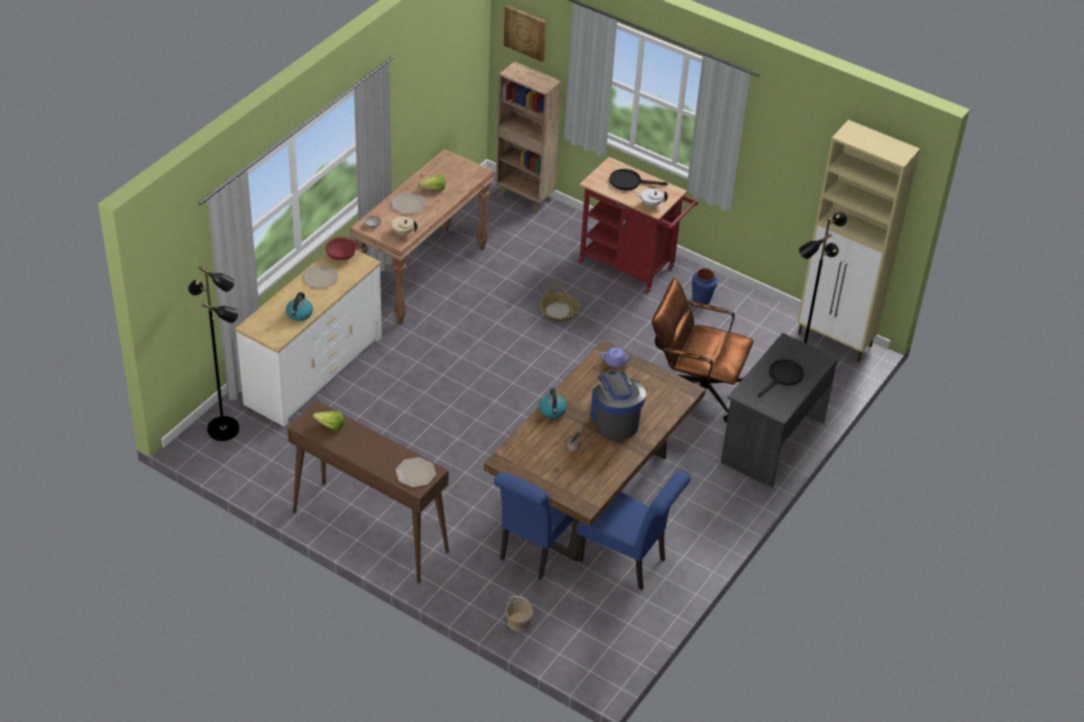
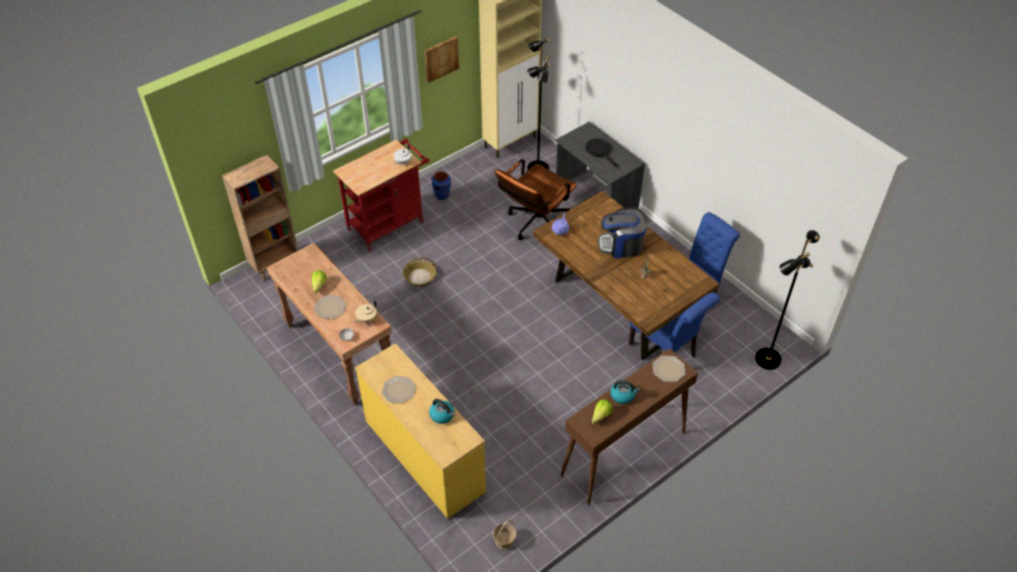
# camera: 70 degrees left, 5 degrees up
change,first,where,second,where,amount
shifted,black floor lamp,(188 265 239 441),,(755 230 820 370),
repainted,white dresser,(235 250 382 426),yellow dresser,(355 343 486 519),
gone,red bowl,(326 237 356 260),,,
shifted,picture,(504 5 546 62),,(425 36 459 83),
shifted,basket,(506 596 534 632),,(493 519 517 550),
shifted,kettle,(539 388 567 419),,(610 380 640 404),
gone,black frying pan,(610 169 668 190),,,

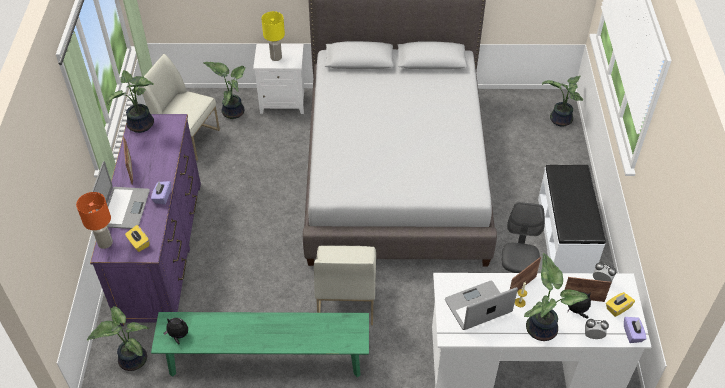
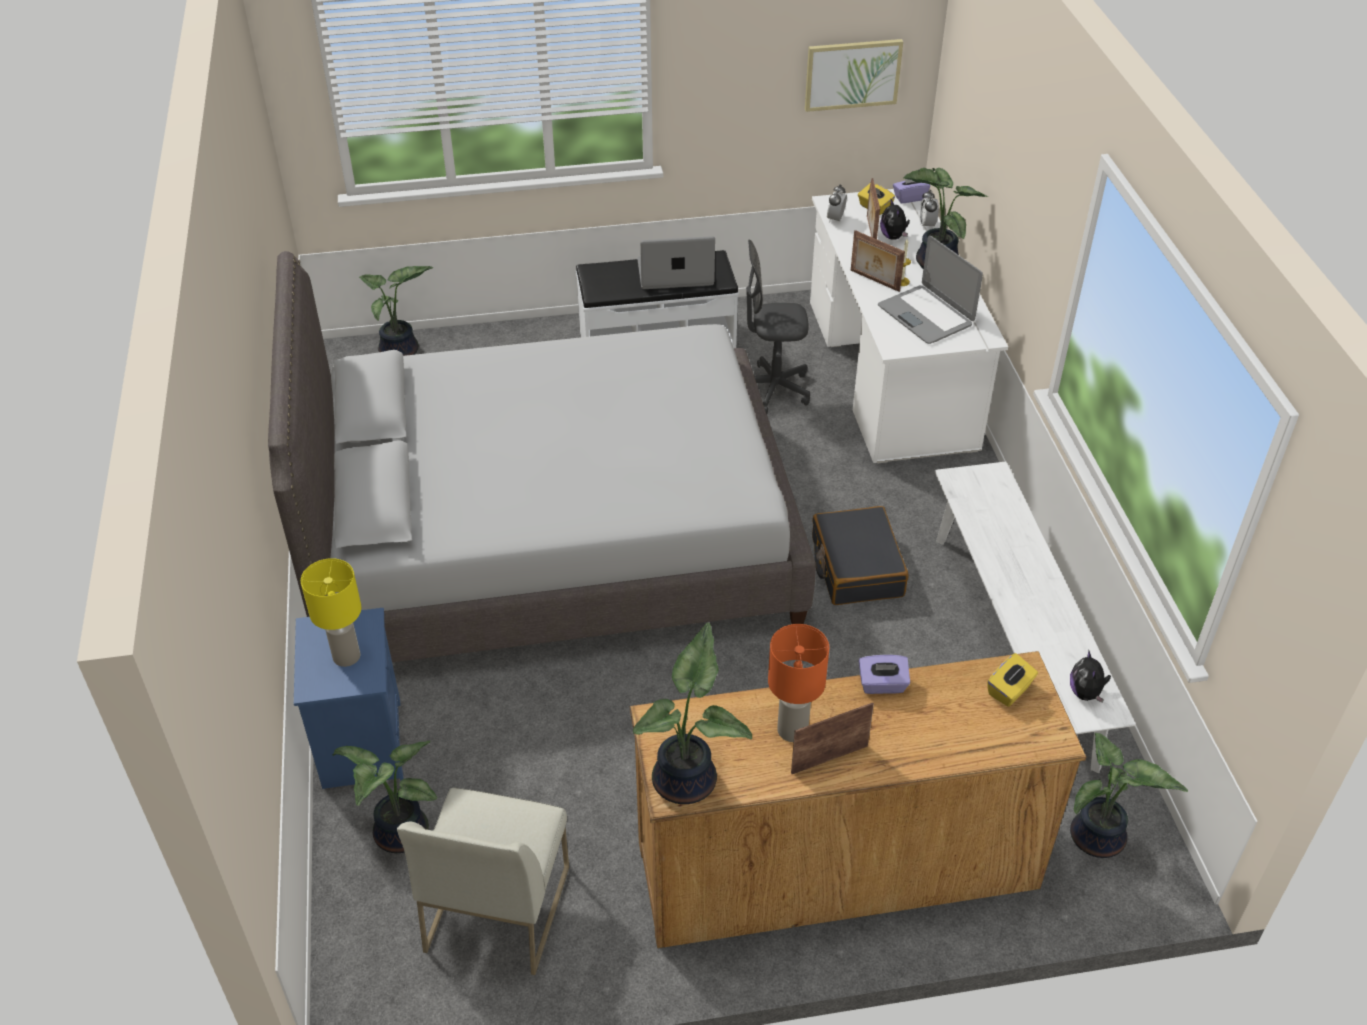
# camera: 100 degrees left, 5 degrees down
change,first,where,second,where,amount
shifted,orange table lamp,(76 192 113 249),,(768 624 829 742),
repainted,purple dresser,(90 114 201 326),brown dresser,(630 651 1086 948),
shifted,laptop,(92 161 150 229),,(637 236 715 289),
repainted,green bench,(151 312 369 377),white bench,(935 461 1136 773),
repainted,white nightstand,(253 44 304 114),blue nightstand,(294 608 403 789),
swapped,white chair,(314 245 376 325),black suitcase,(812 506 908 605),
new,,,picture,(805 39 903 112),

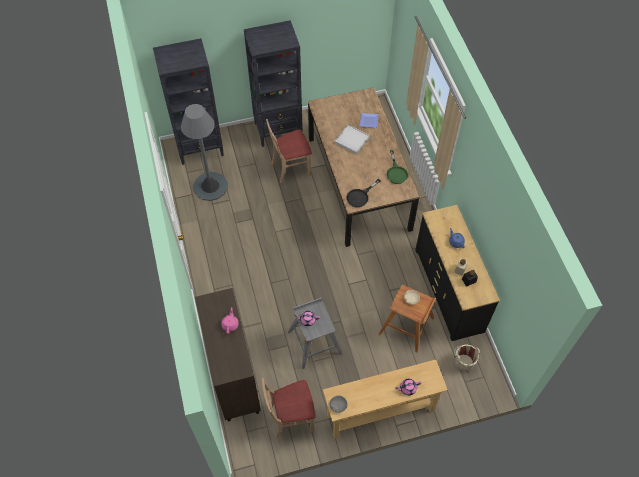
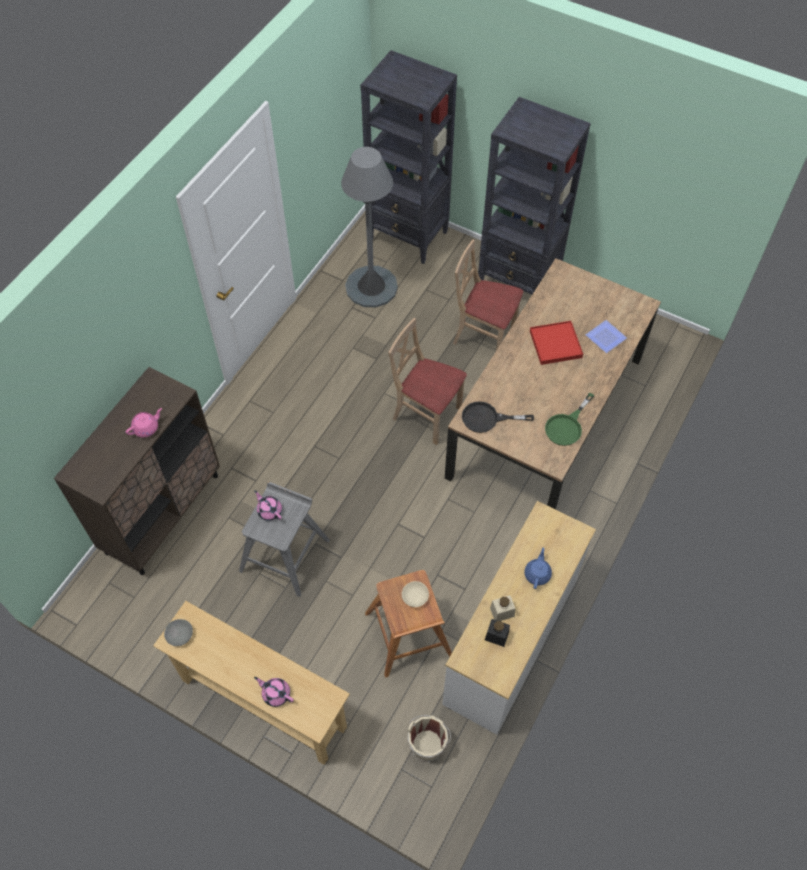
# camera: 45 degrees right, 0 degrees up
change,first,where,second,where,amount
shifted,beige chair,(262 378 316 438),,(388 318 467 445),
repainted,white tray,(334 125 370 154),red tray,(530 321 583 365),
repainted,black dresser,(415 205 500 341),white dresser,(442 501 596 735),

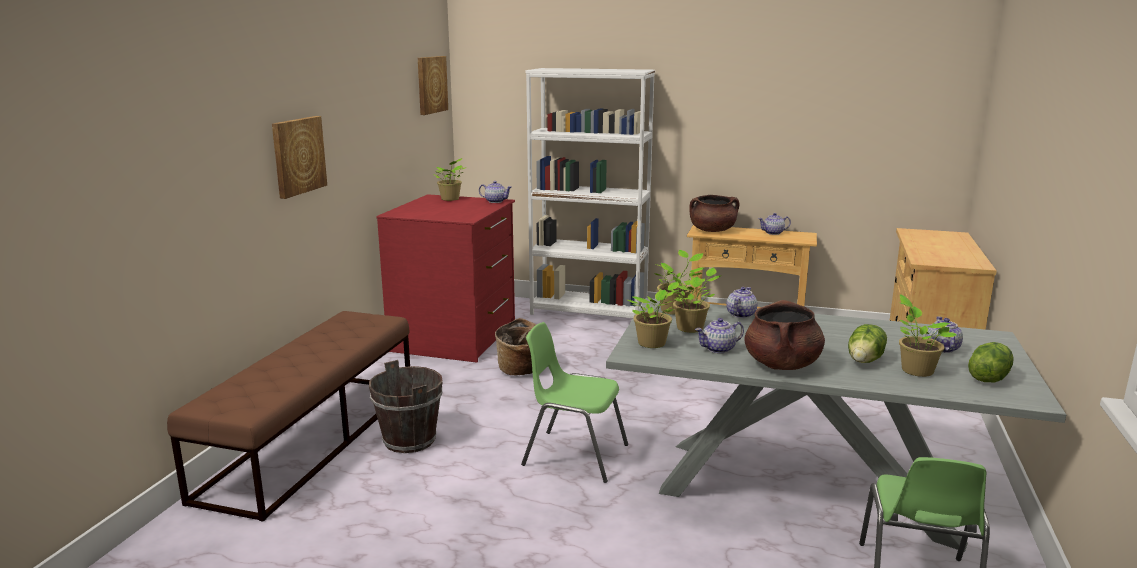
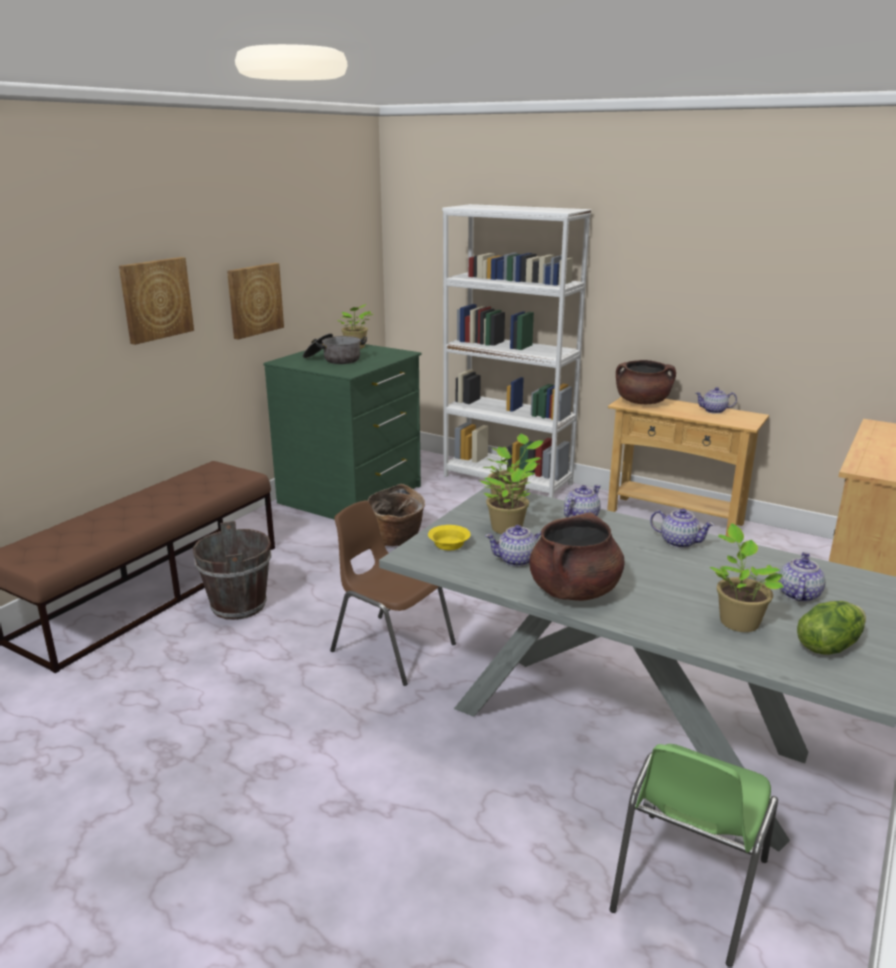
# camera: 15 degrees right, 5 degrees up
change,first,where,second,where,amount
repainted,red dresser,(376 194 515 363),green dresser,(263 344 422 519),
shifted,picture,(418 56 448 115),,(227 263 284 340),
shifted,teapot,(479 181 512 203),,(650 508 715 548),
repainted,green chair,(521 322 628 483),brown chair,(330 500 456 686),
swapped,potted plant,(628 281 679 348),yellow bowl,(428 525 471 550),
gone,lettuce,(848 324 887 363),,,
new,,,cooking pot,(303 334 367 364),

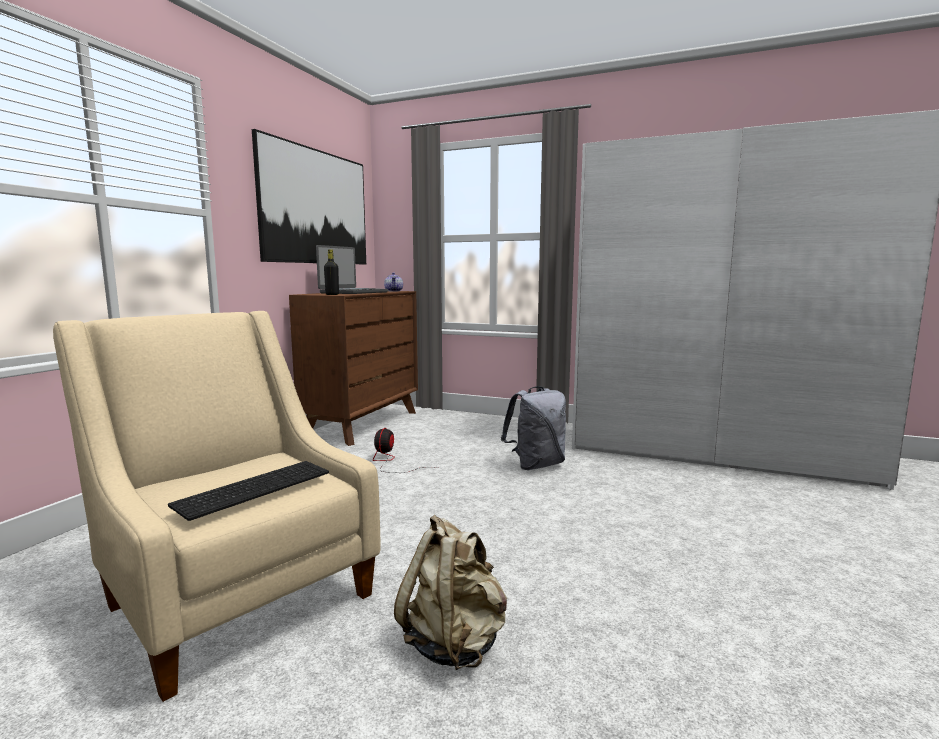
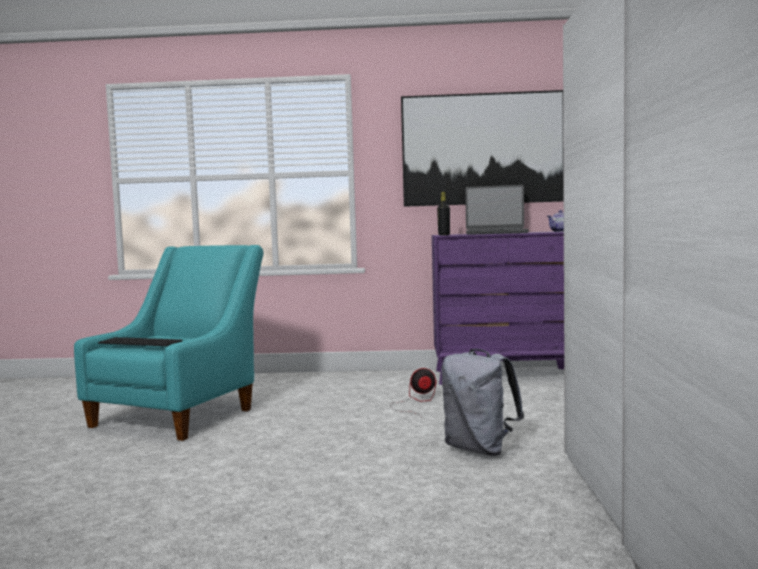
# camera: 70 degrees right, 5 degrees down
change,first,where,second,where,amount
repainted,beige armchair,(53 311 381 702),turquoise armchair,(74 245 263 441),
repainted,brown dresser,(289 291 418 446),purple dresser,(432 231 564 385),
gone,beige backpack,(394 515 507 670),,,

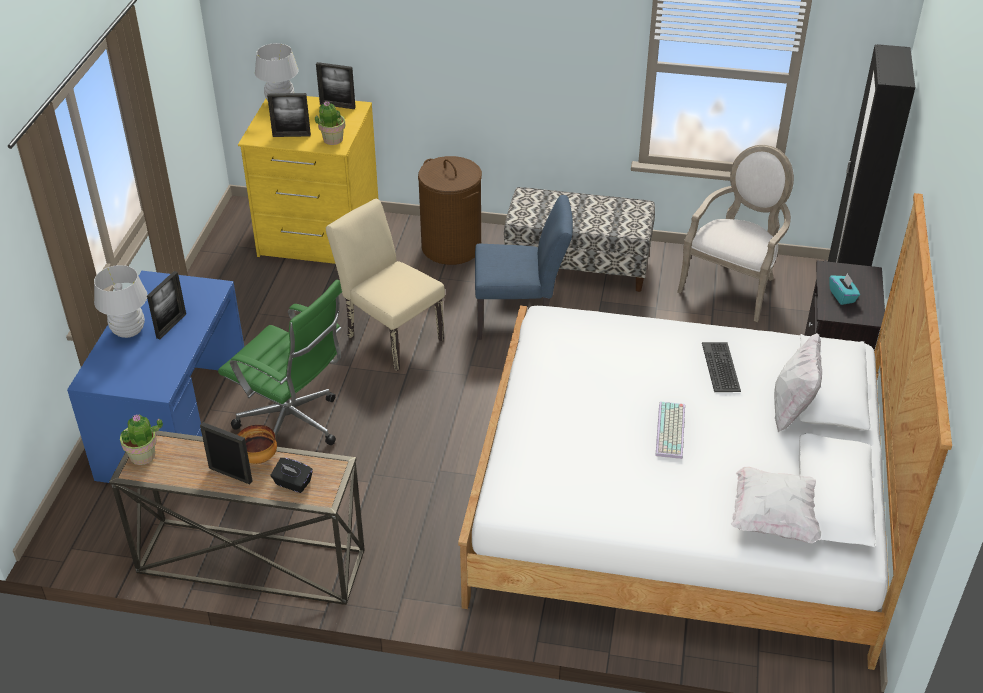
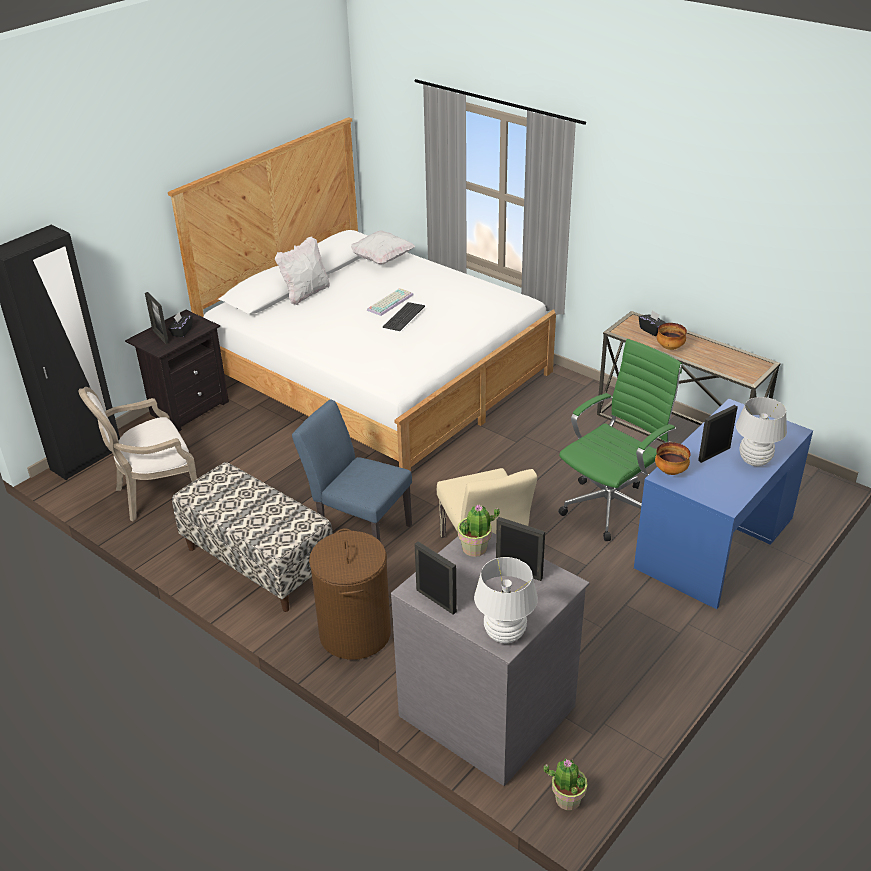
# camera: 150 degrees left, 5 degrees down
change,first,where,second,where,amount
shifted,potted plant,(120 415 163 465),,(544 758 587 810),
shifted,picture frame,(200 422 252 485),,(145 292 169 344),
rotated,green office chair,(218 279 342 445),,(558 339 682 541),75 degrees clockwise
repainted,yellow dresser,(238 96 378 264),grey dresser,(391 532 589 786),
shifted,keyboard,(702 342 741 392),,(383 302 425 331),
repainted,turquoise tissue box,(829 273 860 305),black tissue box,(168 312 192 337),
new,,,bowl,(655 442 691 475),

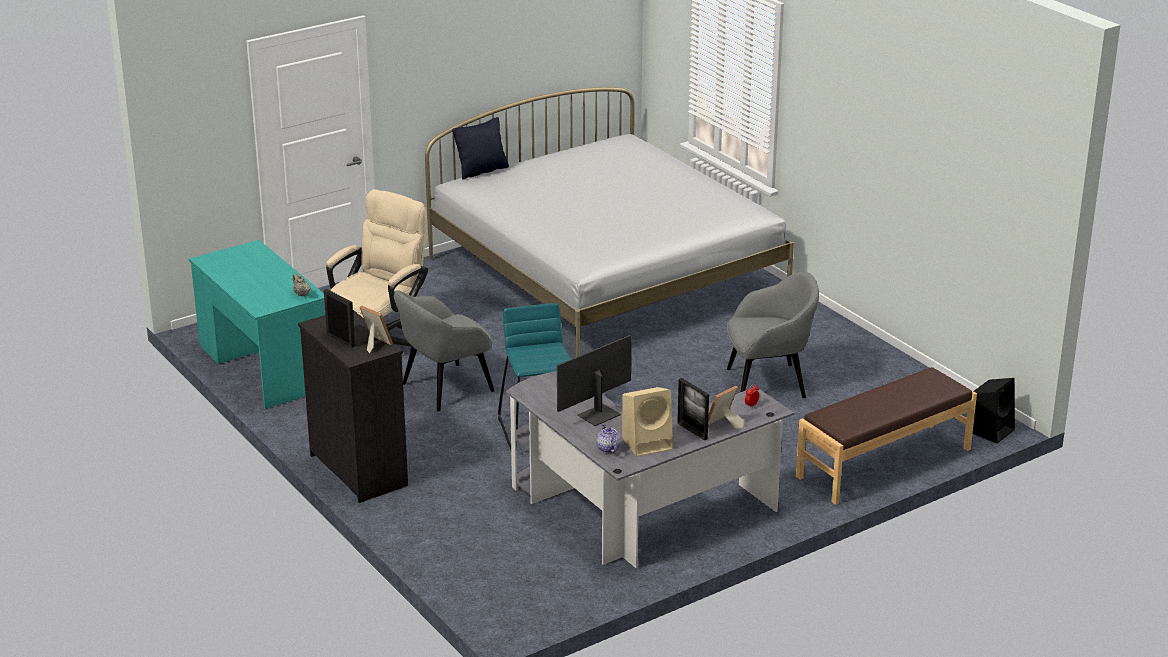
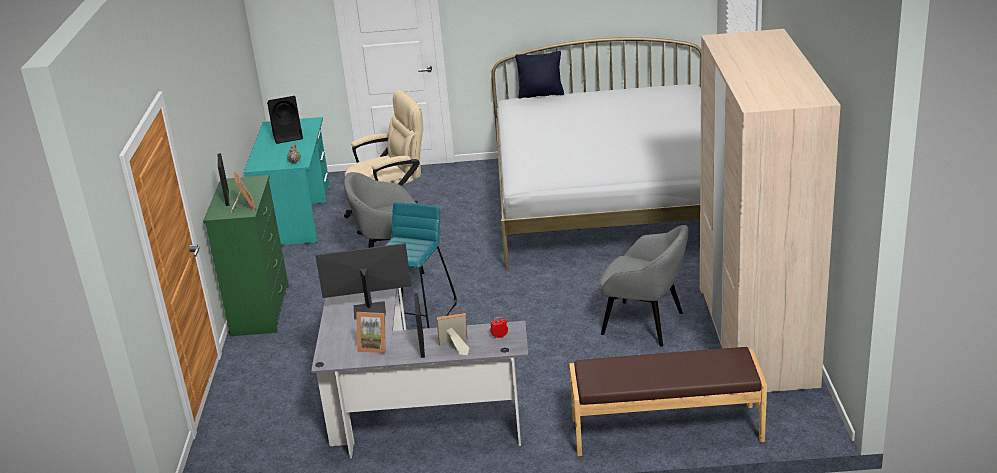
# camera: 35 degrees right, 0 degrees up
change,first,where,second,where,amount
repainted,black dresser,(298 310 408 503),green dresser,(203 175 289 336),
gone,teapot,(596 423 621 453),,,
swapped,beige speaker,(622 387 673 457),picture frame,(356 312 386 354),
shifted,black speaker,(973 378 1015 443),,(267 96 303 144),
new,,,beige wardrobe,(700 29 841 392),

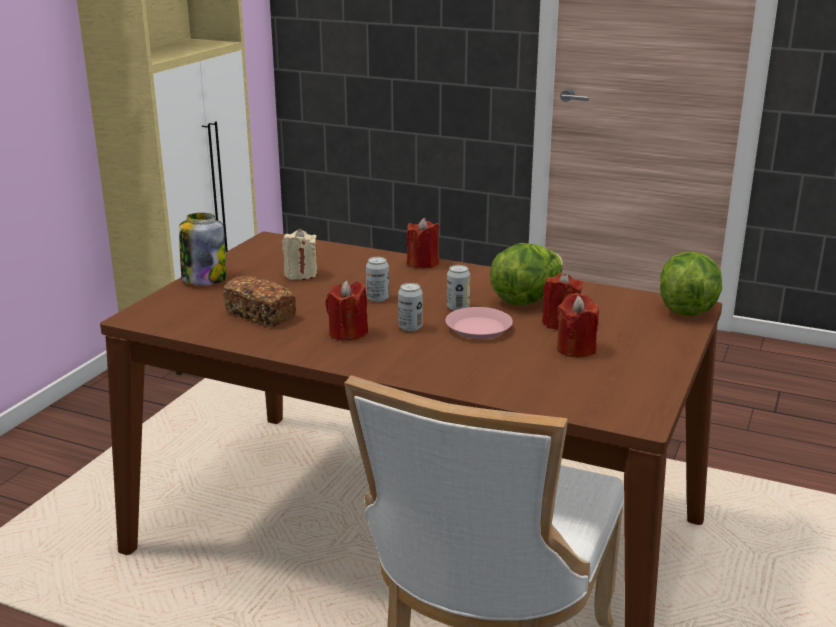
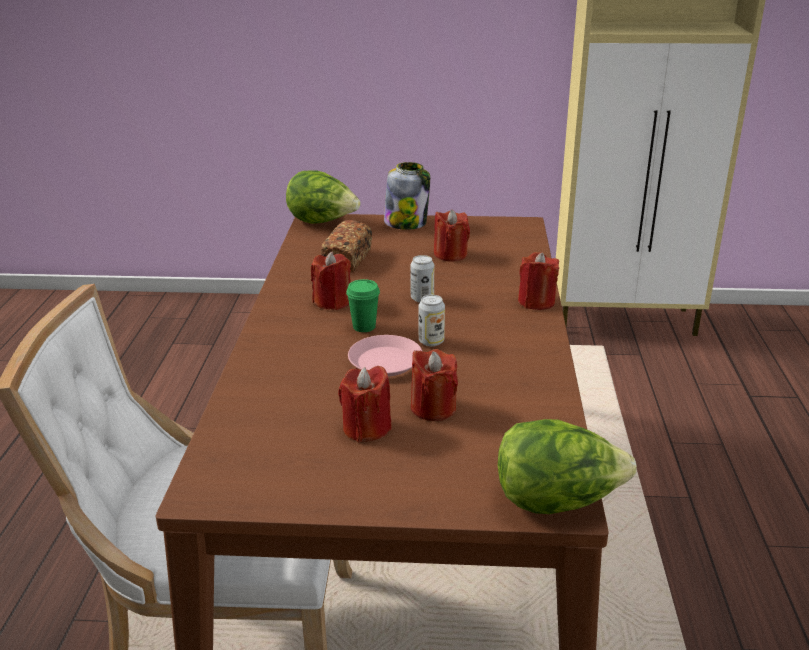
# camera: 70 degrees right, 5 degrees up
change,first,where,second,where,amount
repainted,beige candle,(282 229 317 280),red candle,(434 210 470 261),
swapped,can,(398 283 423 331),green cup,(346 279 380 332),
shifted,lettuce,(490 243 563 305),,(286 170 361 224),

